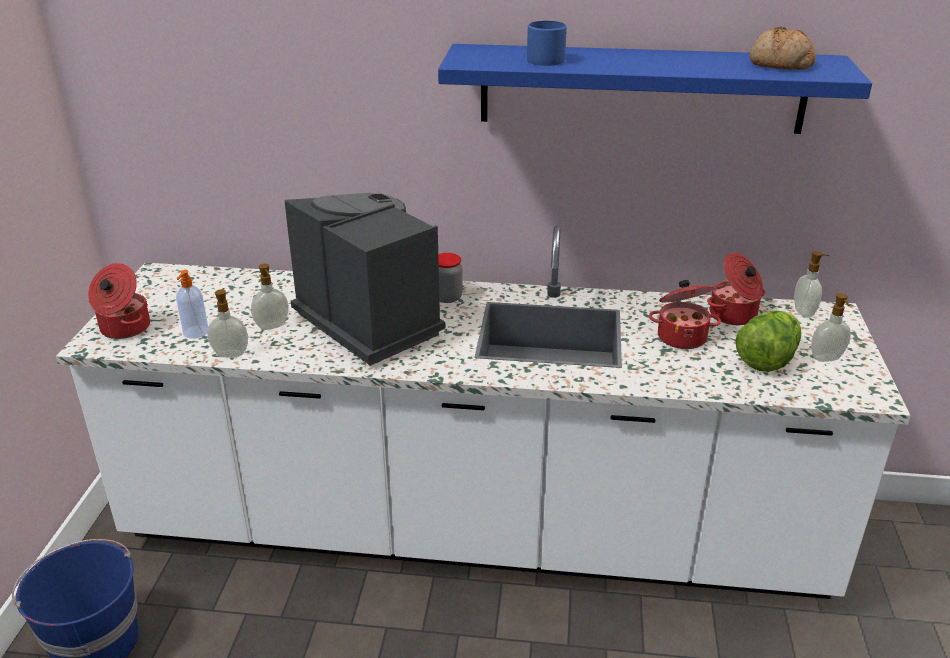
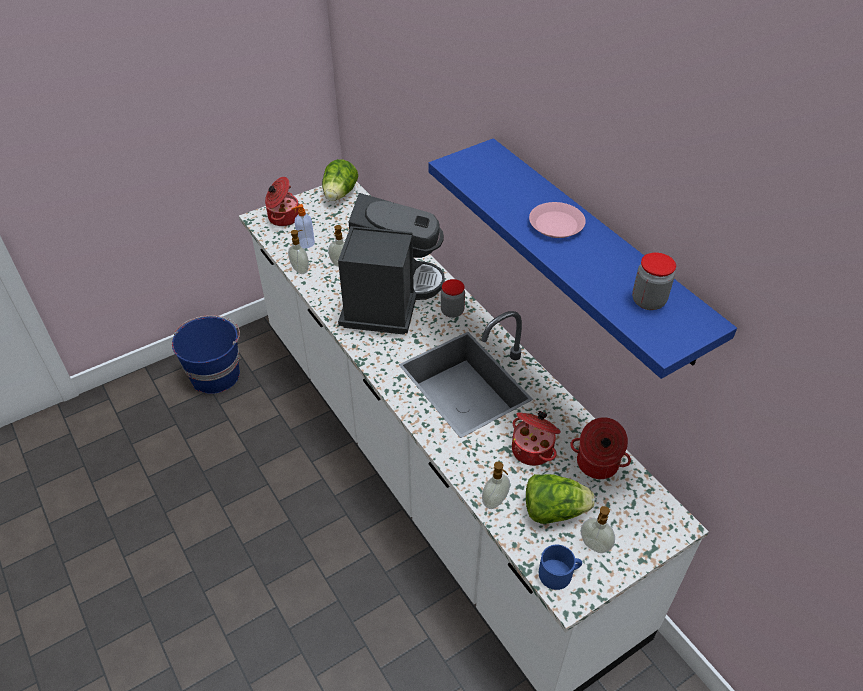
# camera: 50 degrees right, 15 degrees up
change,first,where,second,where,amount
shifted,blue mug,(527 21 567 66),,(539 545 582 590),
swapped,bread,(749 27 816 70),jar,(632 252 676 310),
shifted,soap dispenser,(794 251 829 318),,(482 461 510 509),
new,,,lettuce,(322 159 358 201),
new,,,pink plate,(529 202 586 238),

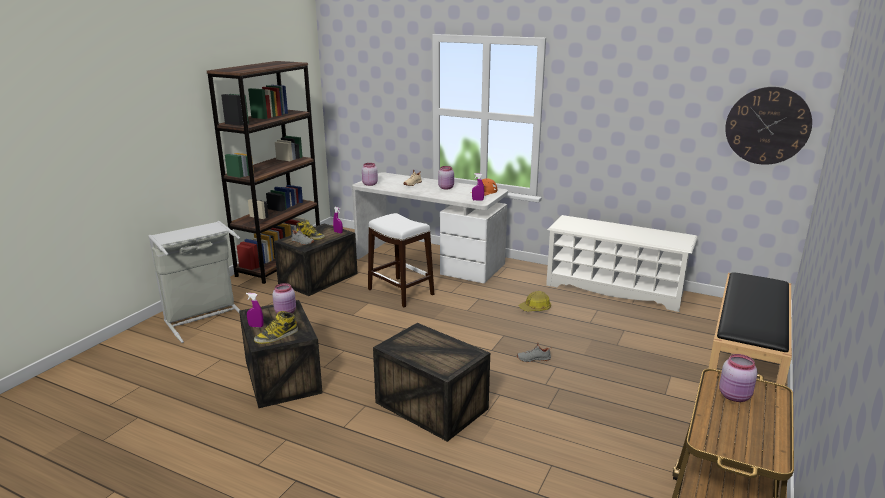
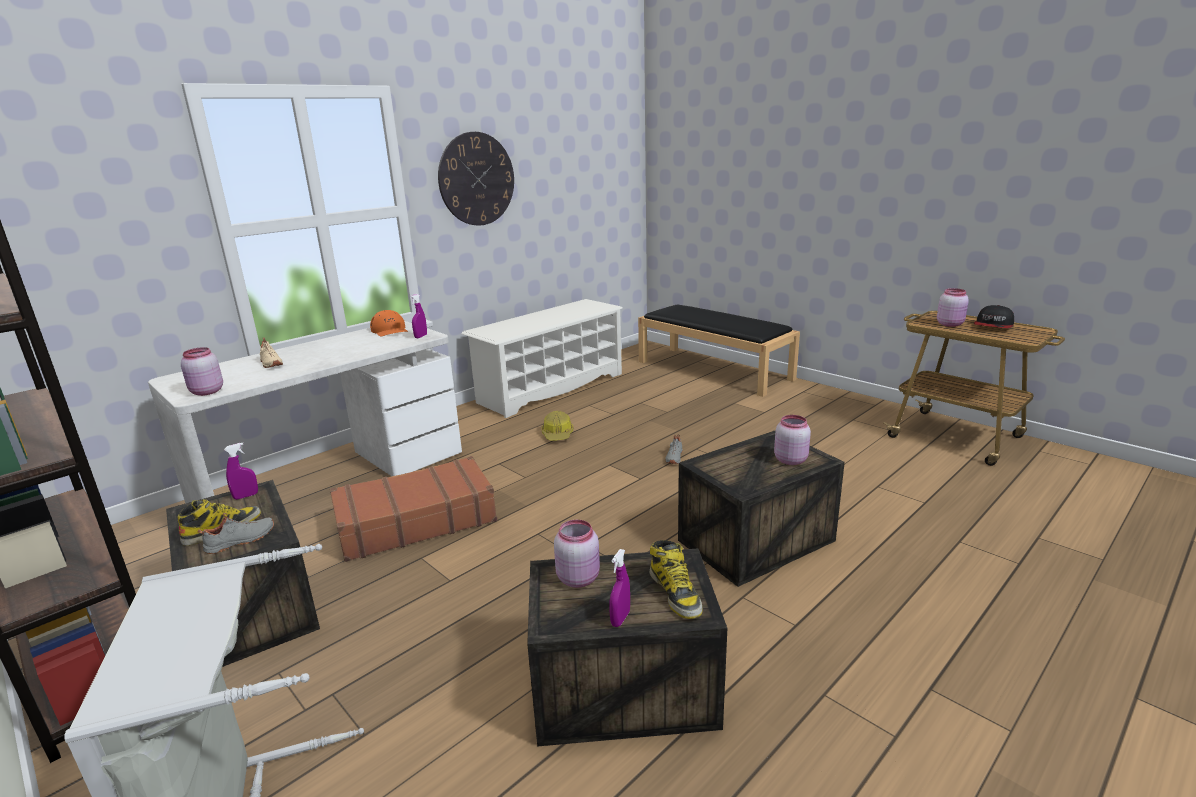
# camera: 70 degrees left, 0 degrees up
change,first,where,second,where,amount
swapped,white stool,(368 213 434 307),brown suitcase,(330 456 497 562),
shifted,pink jar,(438 166 454 190),,(774 415 811 465),
shifted,wall clock,(725 87 812 165),,(438 132 514 226),
new,,,cap,(973 305 1014 328),

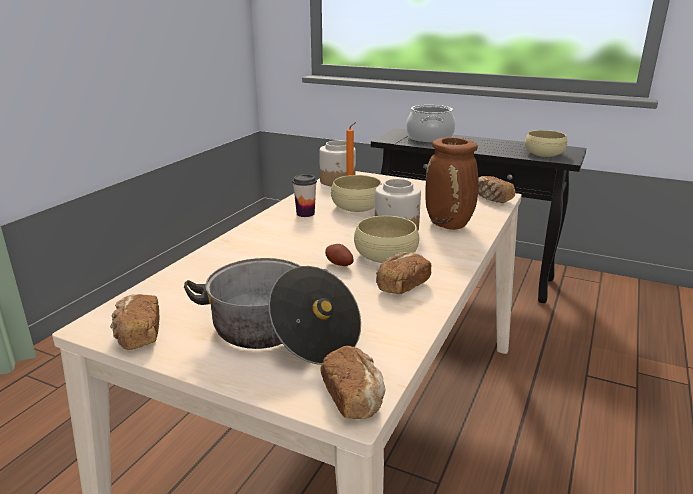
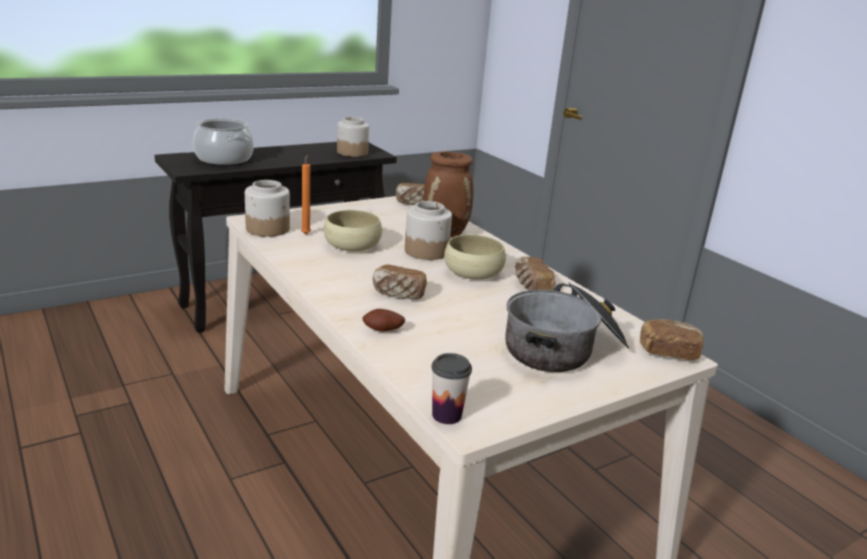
# camera: 60 degrees left, 0 degrees up
change,first,where,second,where,amount
shifted,bread,(110 294 159 350),,(373 264 427 299),
shifted,cup,(292 174 317 217),,(431 353 472 424),
shifted,potato,(325 244 354 266),,(362 309 405 332),
swapped,beige bowl,(525 130 568 157),jar,(337 117 369 157),

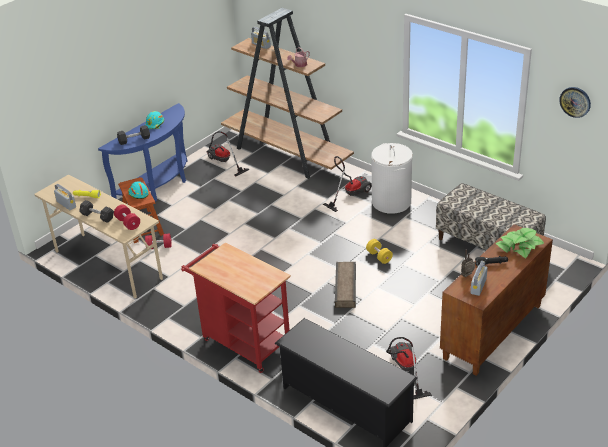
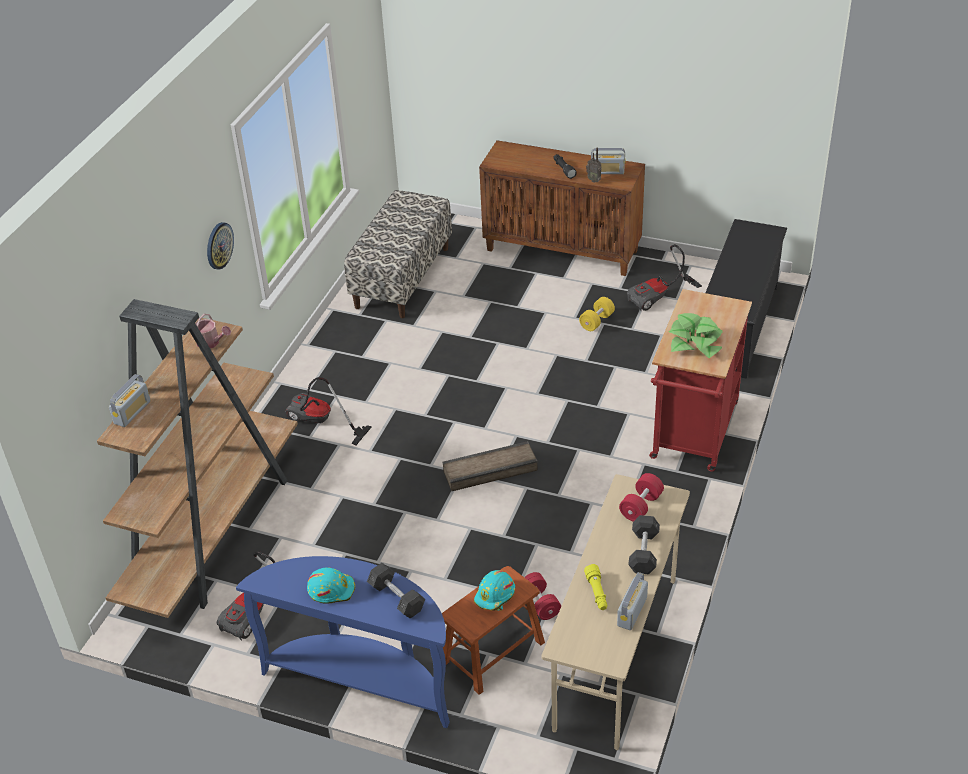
# camera: 110 degrees left, 5 degrees up
change,first,where,second,where,amount
shifted,crate,(335 262 356 308),,(443 441 537 491),
shifted,yellow dumbbell,(366 239 393 264),,(579 297 615 331),
gone,white laundry basket,(371 143 413 214),,,
shifted,potted plant,(496 228 544 259),,(669 313 722 358),
shifted,wall clock,(559 87 591 118),,(207 222 234 270),

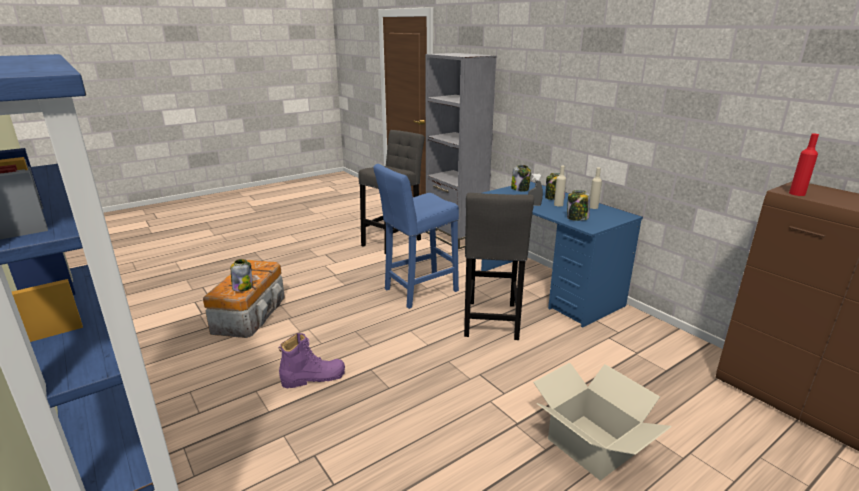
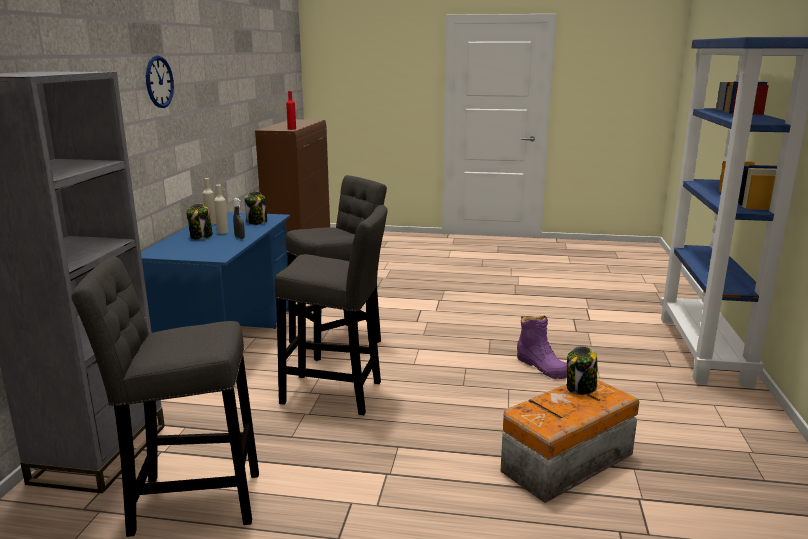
# camera: 135 degrees left, 5 degrees down
change,first,where,second,where,amount
rotated,purple boot,(278 333 345 388),,(517 316 567 379),150 degrees counterclockwise
repainted,blue stool,(373 164 459 309),grey stool,(274 205 388 415),
gone,jar,(511 165 531 192),,,
gone,cardboard box,(533 362 672 481),,,
new,,,wall clock,(146 56 174 108),

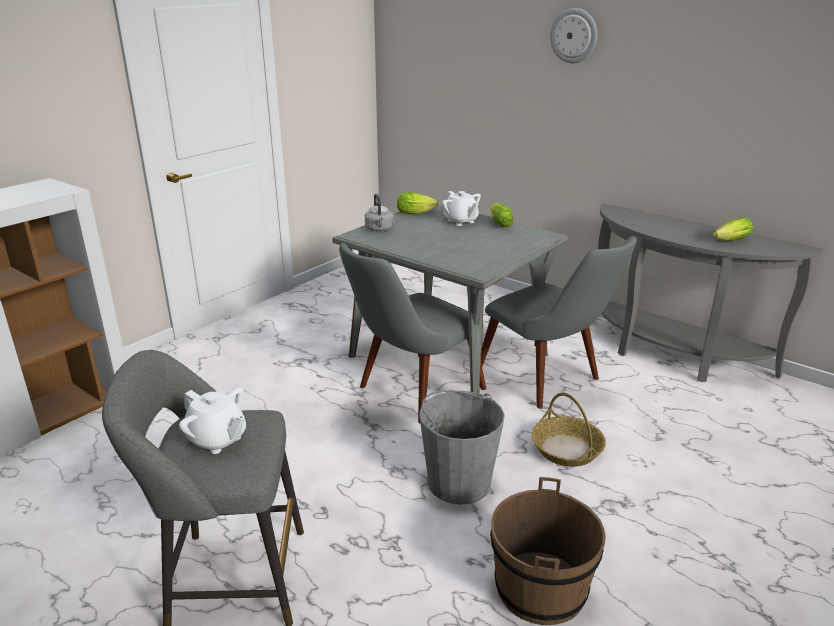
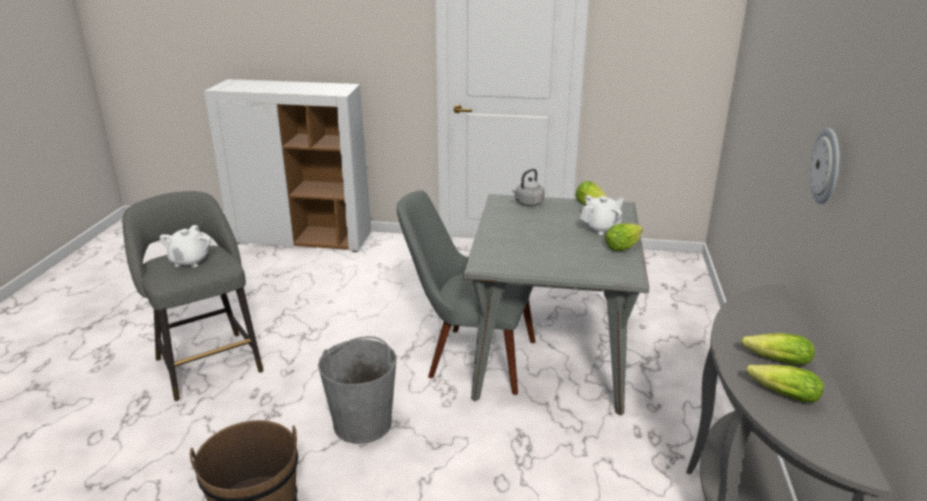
# camera: 60 degrees right, 0 degrees up
change,first,where,second,where,amount
rotated,white teapot,(442 191 481 226),,(580 195 624 235),150 degrees counterclockwise
gone,grey chair,(481 236 637 409),,,
gone,basket,(532 393 606 467),,,
shifted,wall clock,(550 8 597 63),,(809 128 839 204),
new,,,lettuce,(741 333 815 365),

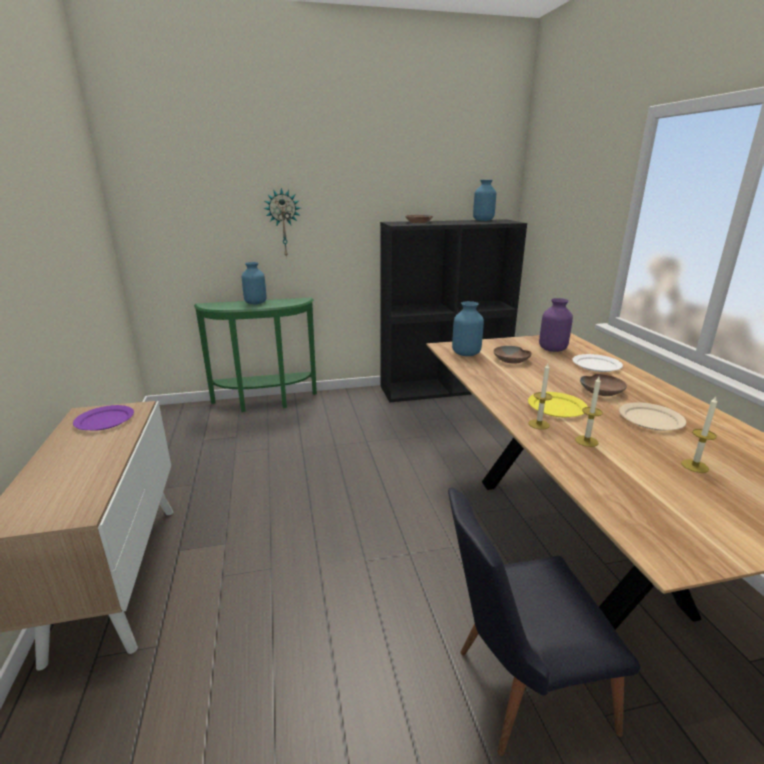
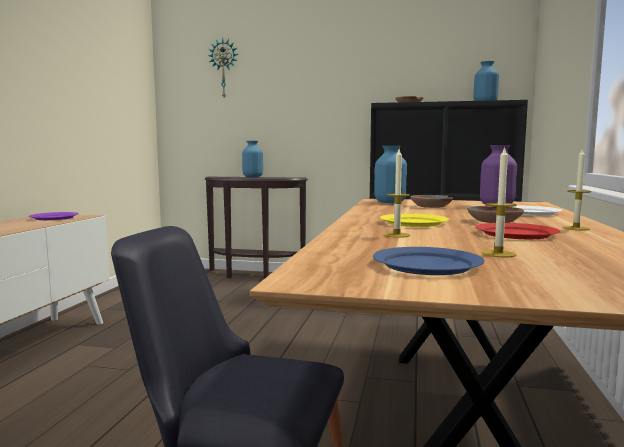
# camera: 25 degrees right, 15 degrees down
change,first,where,second,where,amount
repainted,green console table,(194 298 317 412),brown console table,(205 177 308 279),
shifted,wall clock,(263 188 301 258),,(208 38 239 98),
shifted,candle,(528 363 552 430),,(563 148 591 230),
repainted,beige plate,(619 402 686 430),red plate,(475 223 560 239),
new,,,blue plate,(373 247 484 275),

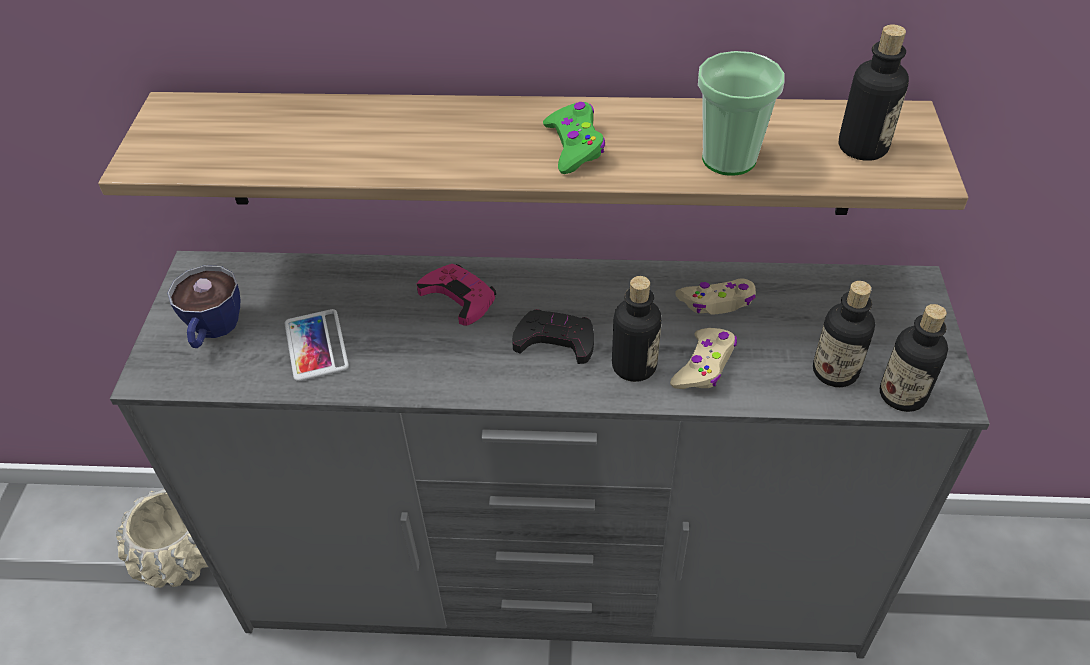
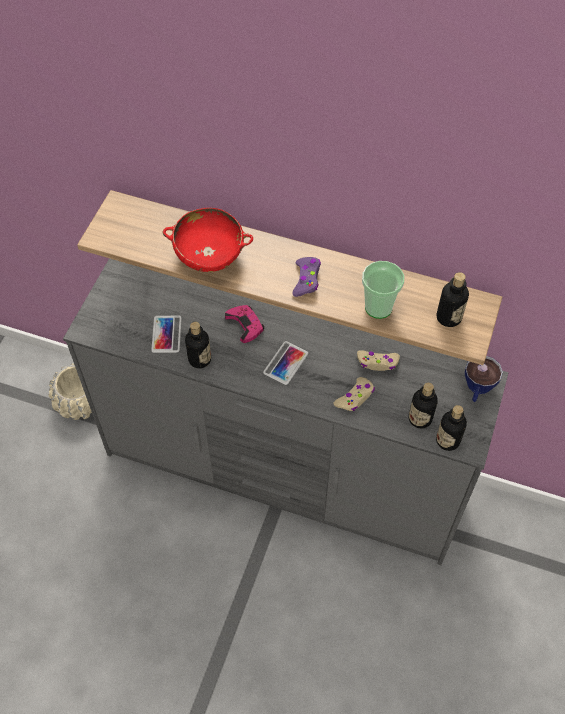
# camera: 15 degrees right, 10 degrees up
change,first,where,second,where,amount
shifted,cup,(167 265 241 348),,(465 356 503 402),
swapped,black game controller,(512 309 594 364),phone,(263 341 308 385),
repainted,green game controller,(543 102 605 174),purple game controller,(293 257 321 297),
shifted,bottle,(612 276 662 382),,(185 322 211 368),
new,,,red bowl,(163 208 253 272),

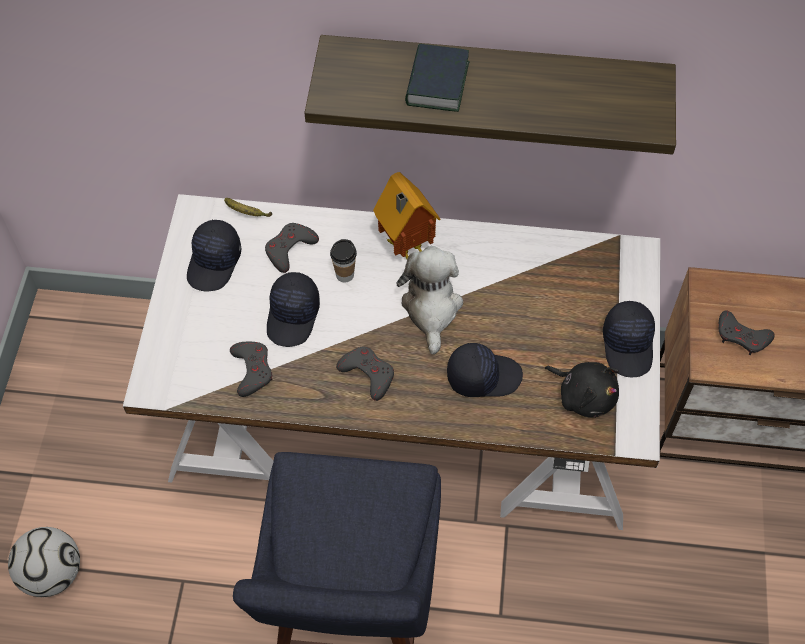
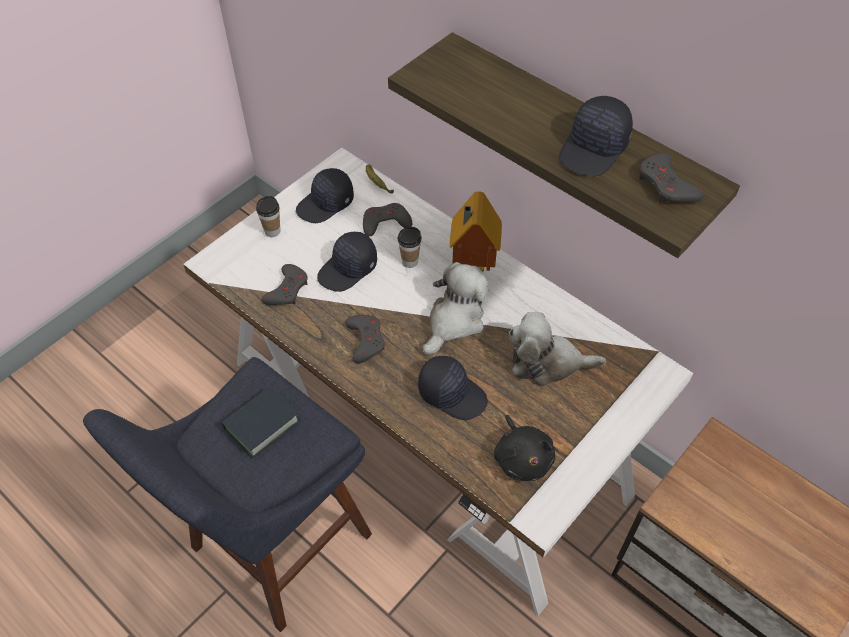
# camera: 35 degrees right, 5 degrees down
change,first,where,second,where,amount
gone,football,(8 527 80 597),,,
shifted,book,(405 44 470 112),,(222 386 301 458),
shifted,black cap,(603 301 655 377),,(559 96 633 176),
shifted,grey game controller,(718 311 775 355),,(639 152 704 203),
new,,,cup,(256 196 281 237),
new,,,plush toy,(509 312 606 387),

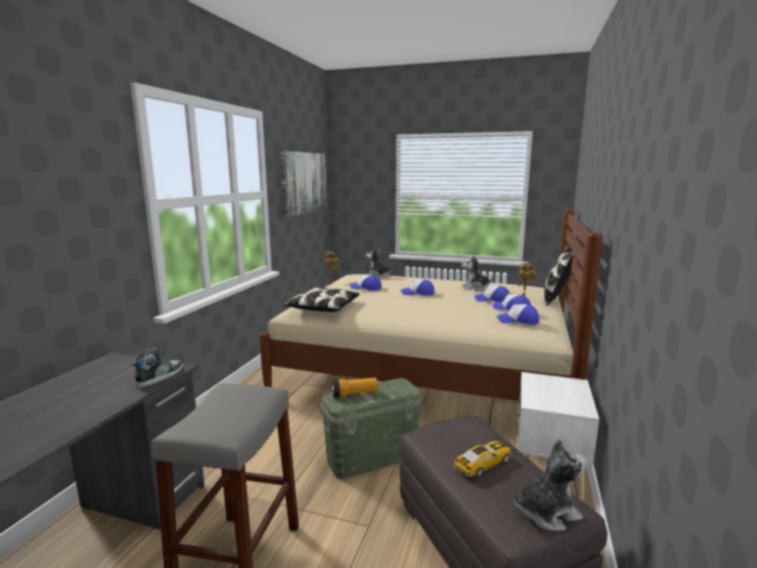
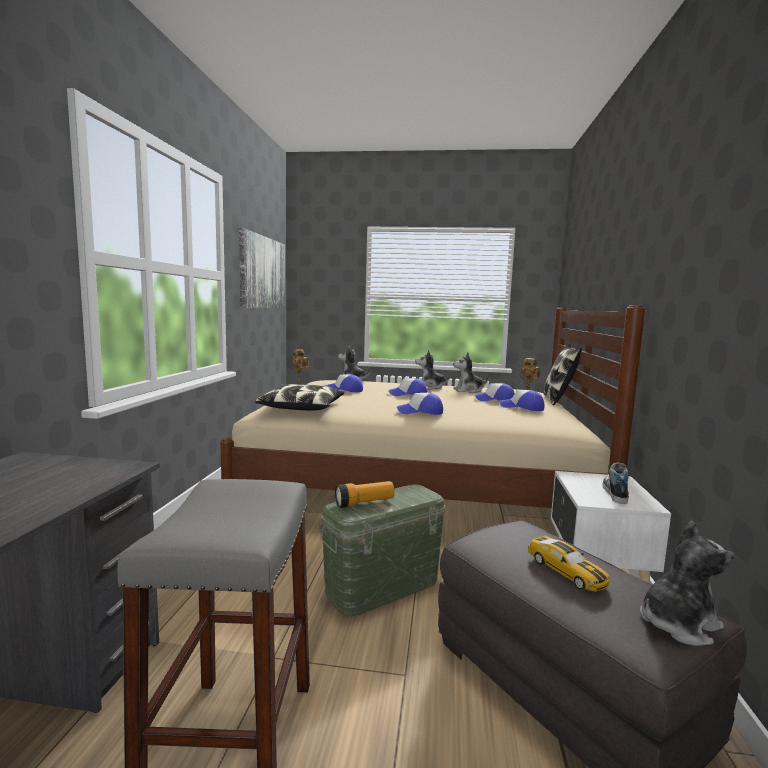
# camera: 10 degrees left, 5 degrees down
change,first,where,second,where,amount
shifted,shoe,(132 348 183 388),,(603 463 629 504),
rotated,toy car,(454 441 511 477),,(528 536 609 591),105 degrees clockwise
shifted,cap,(497 304 539 325),,(397 393 443 415),
new,,,plush toy,(415 350 451 389),

